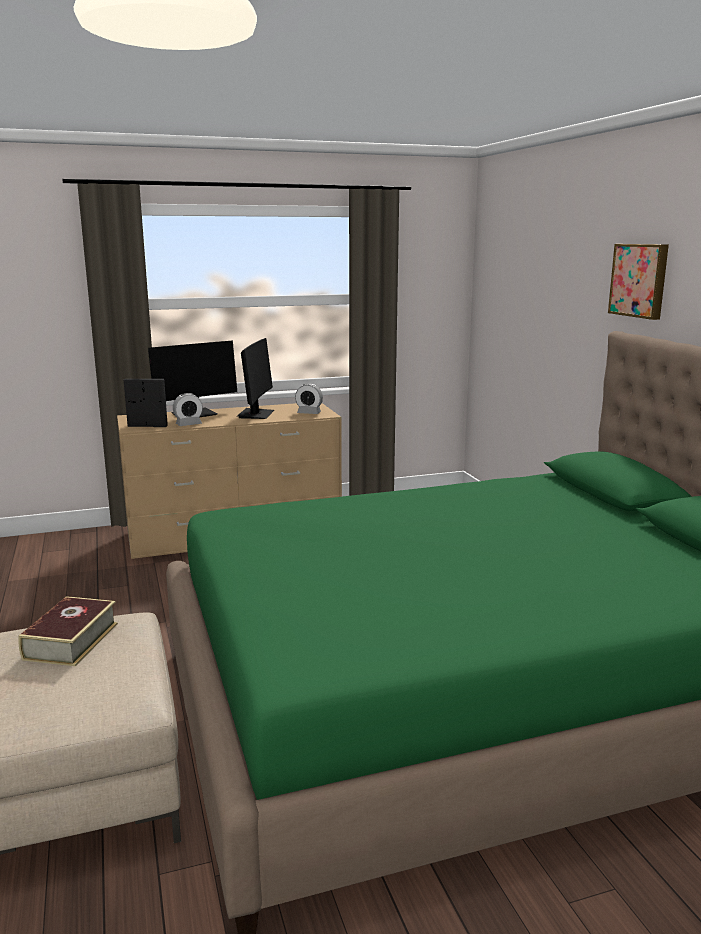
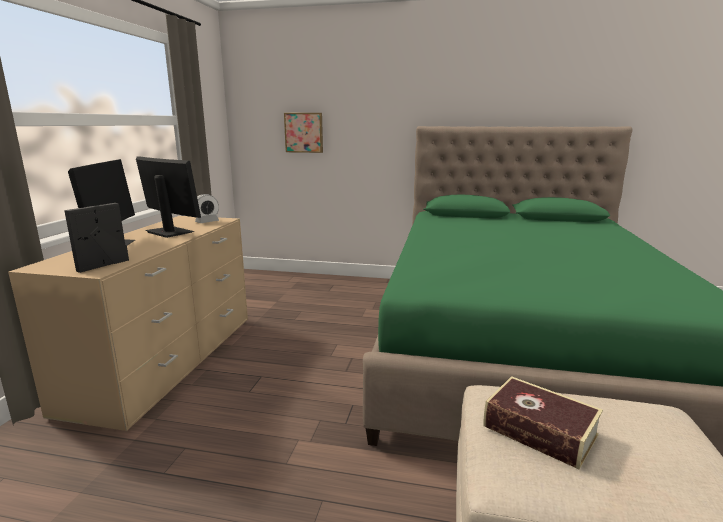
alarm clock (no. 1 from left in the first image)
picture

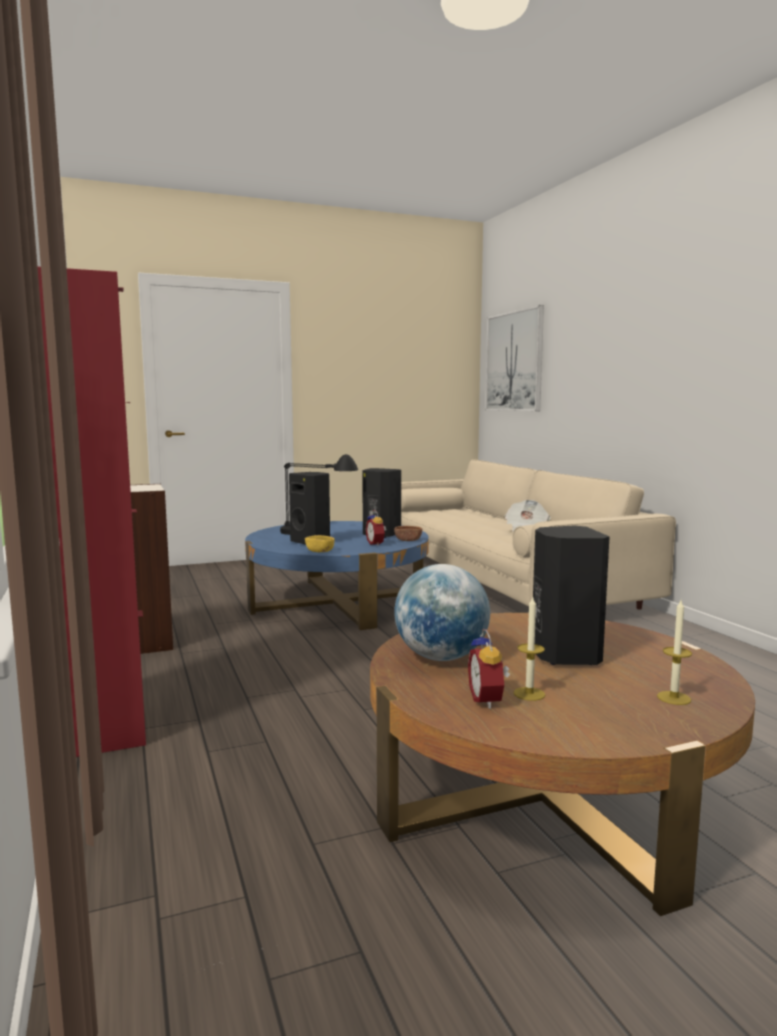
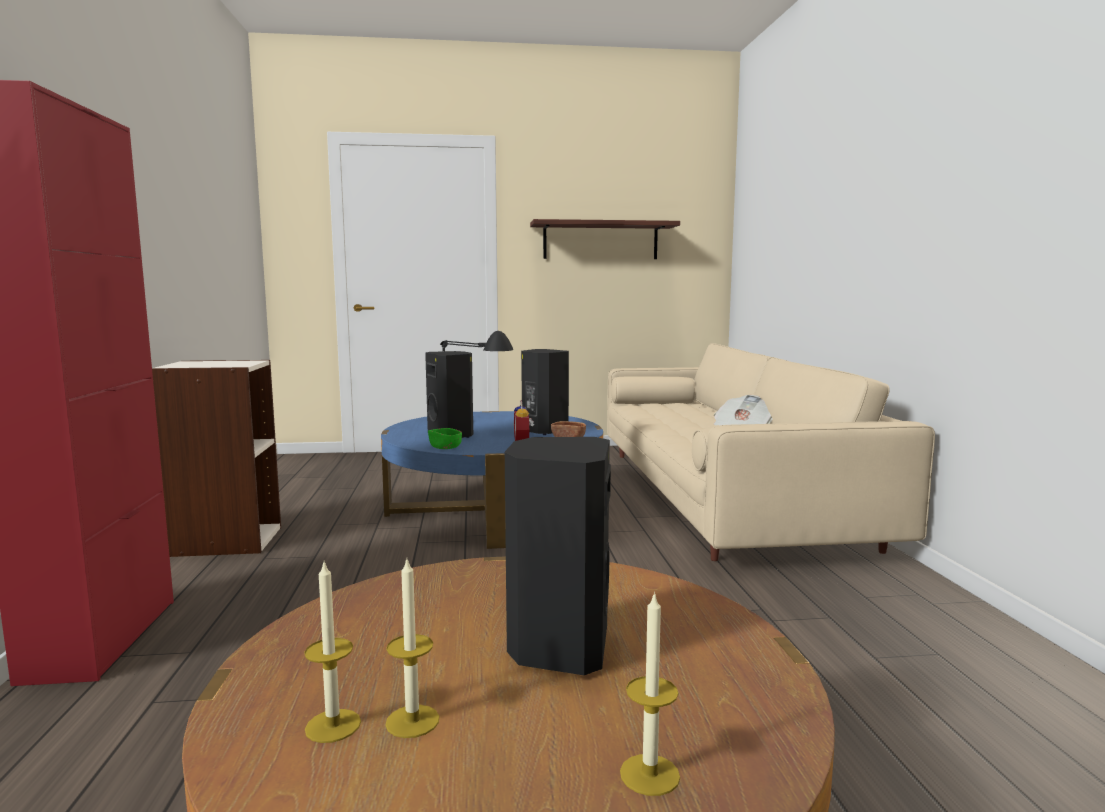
green bowl
globe
candle (no. 1 from left)
picture
shelf

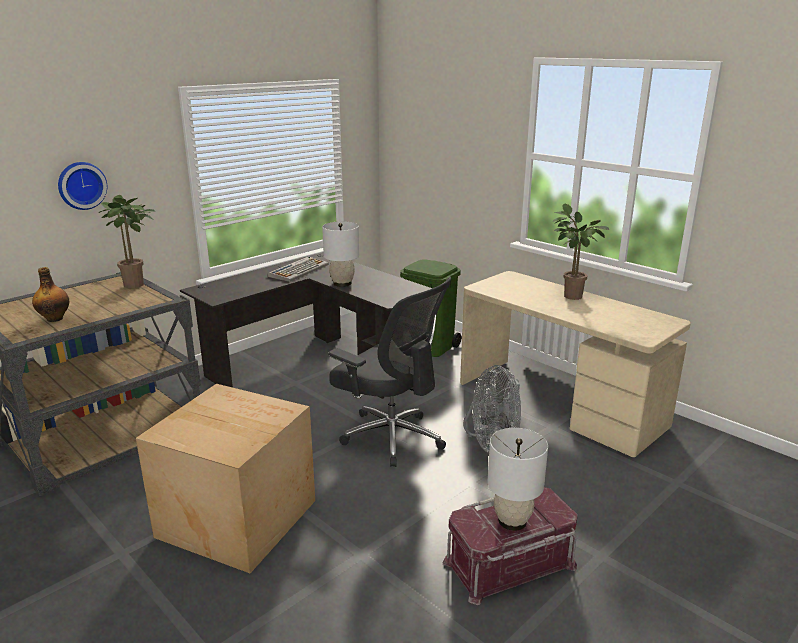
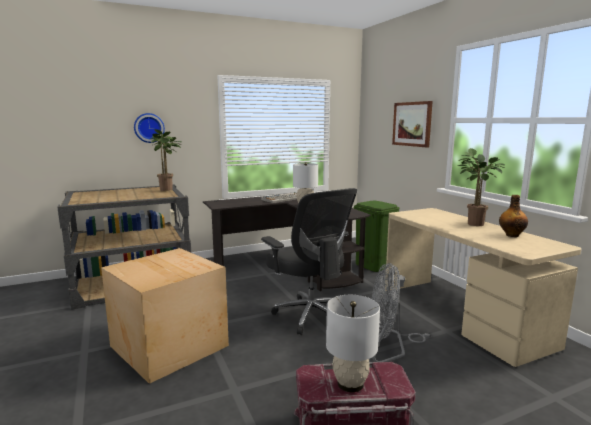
bottle
picture

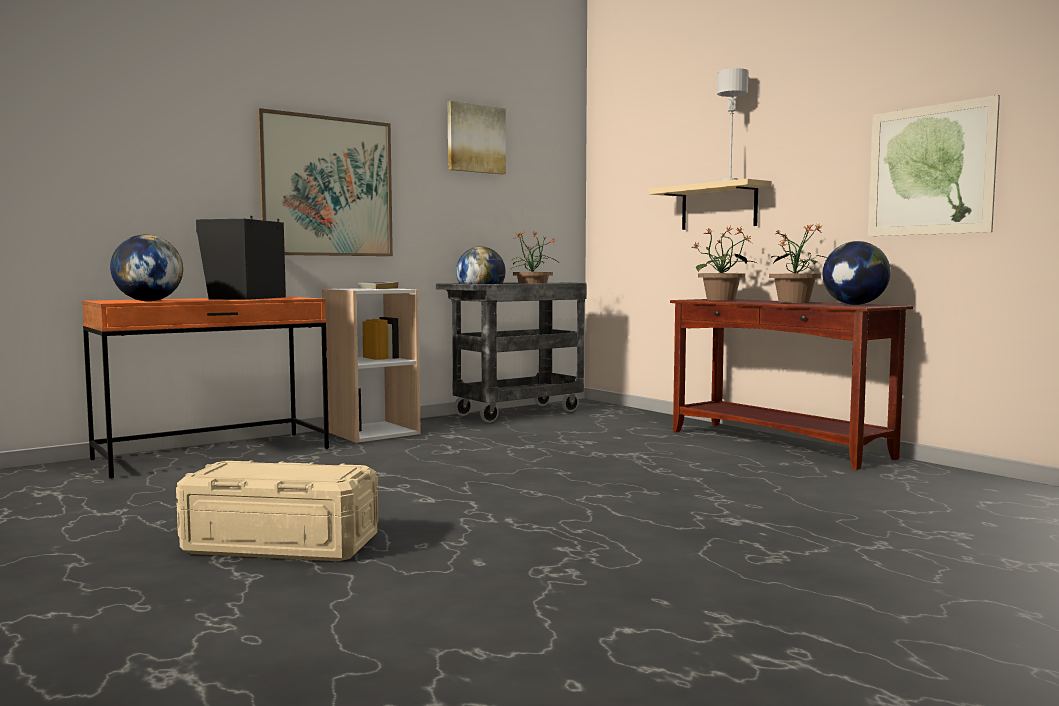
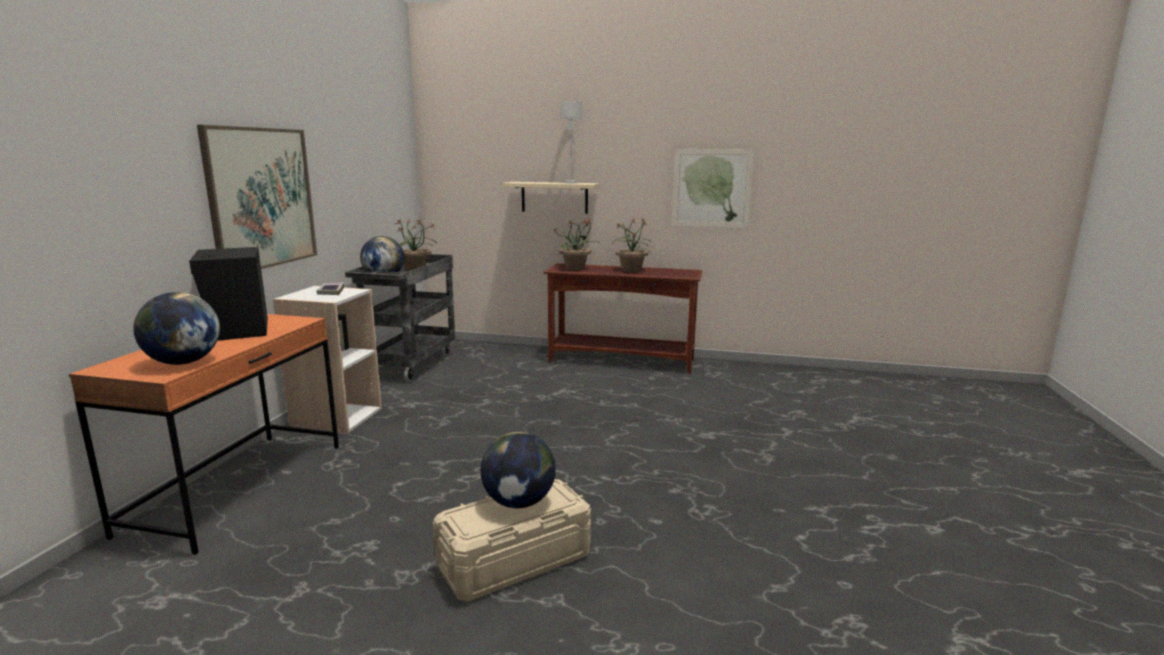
picture (no. 2 from left in the first image)
globe (no. 3 from left)

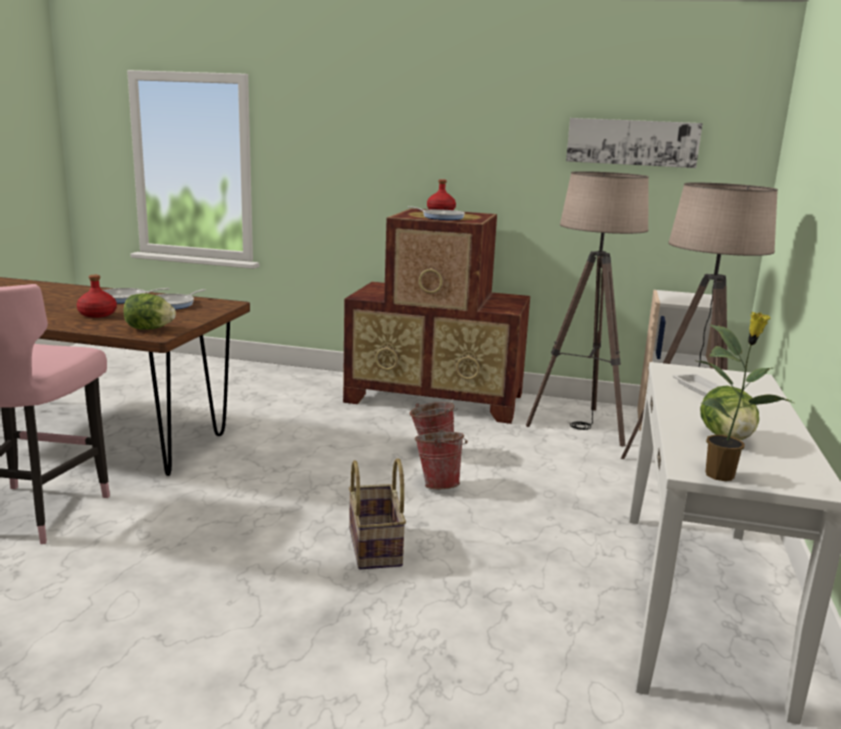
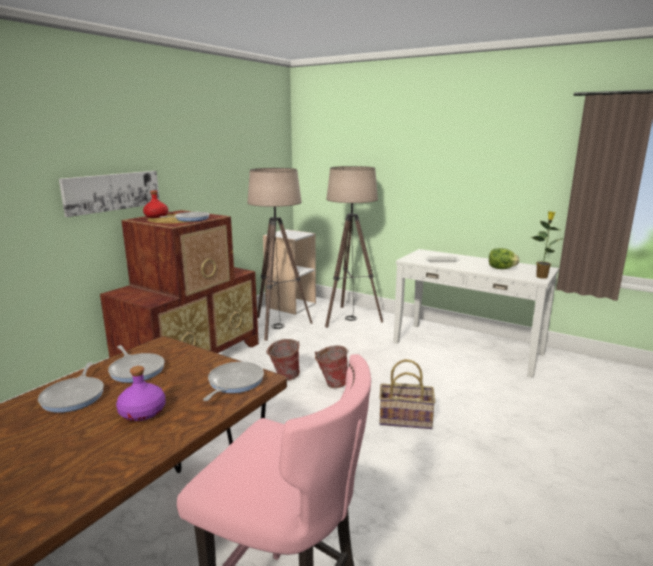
purple bottle
frying pan (no. 4 from left)
picture

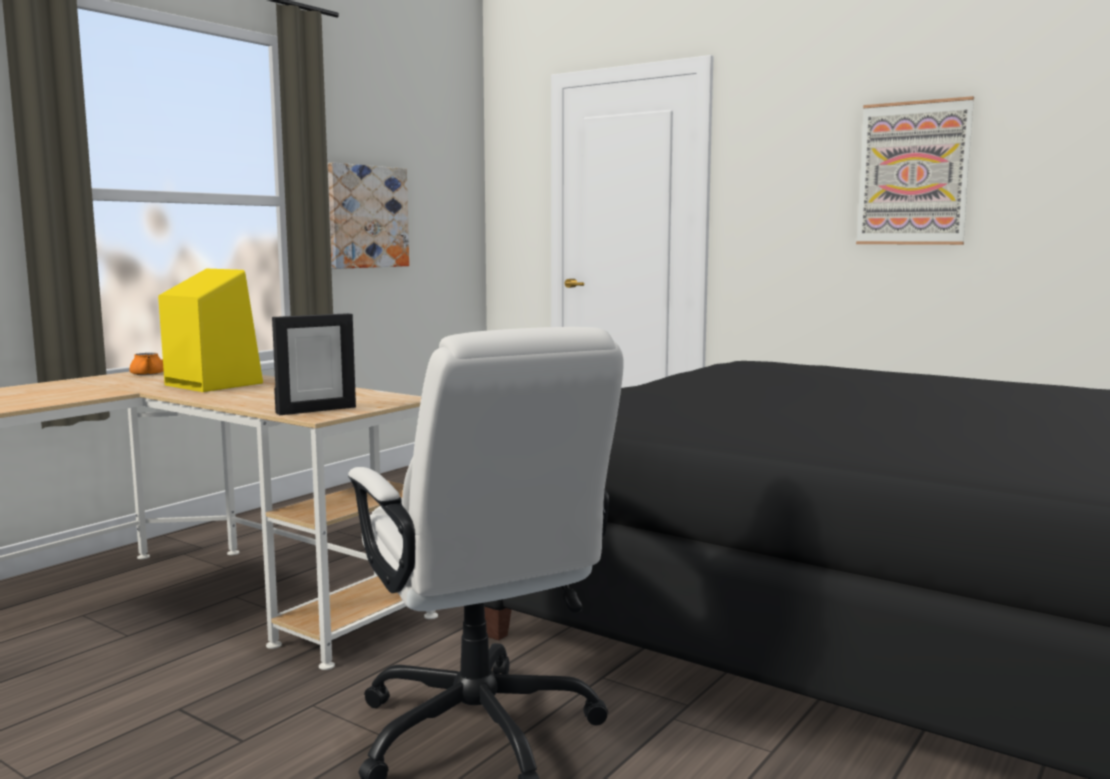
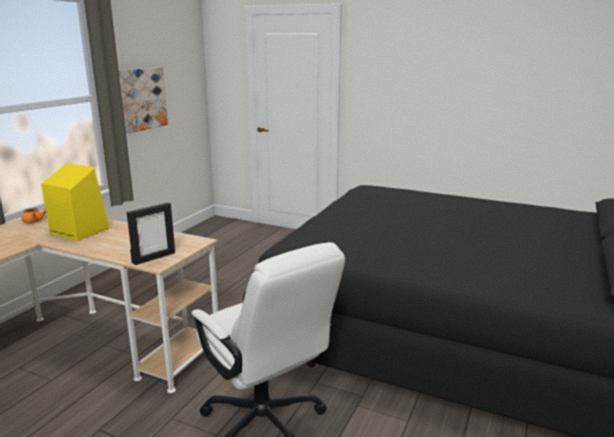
picture (no. 2 from left in the first image)

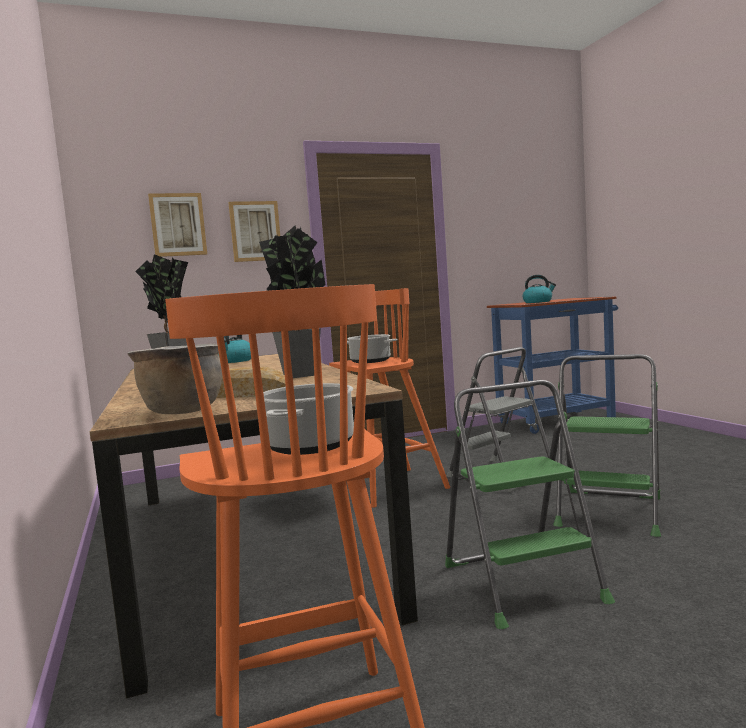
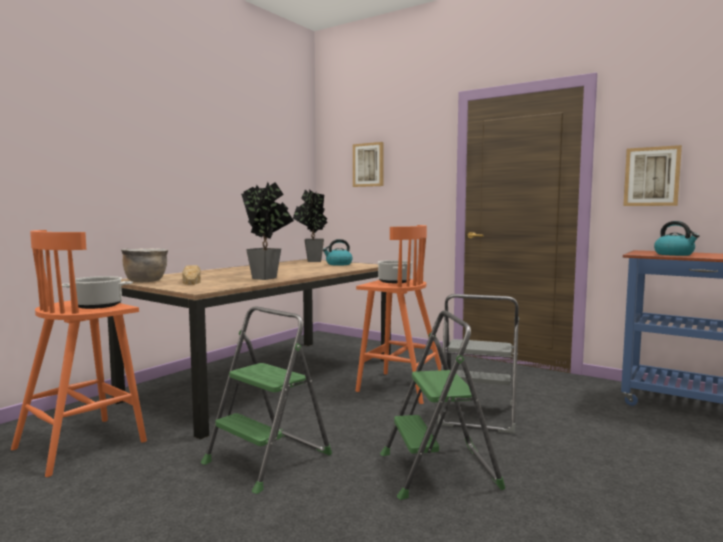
picture (no. 2 from left)

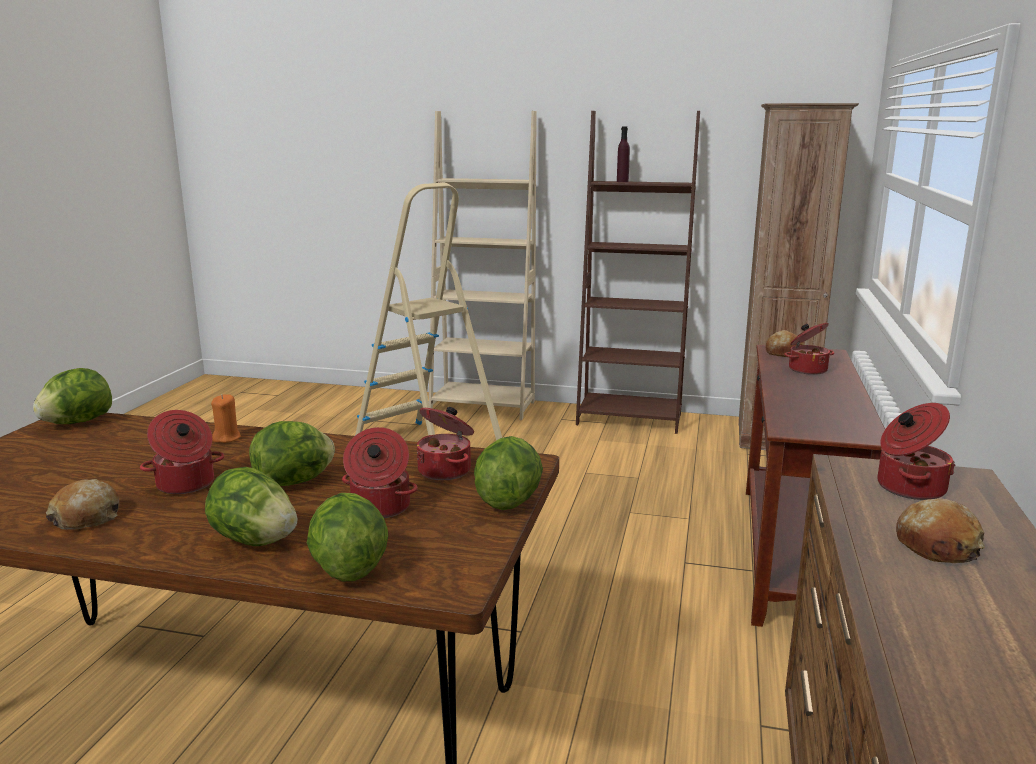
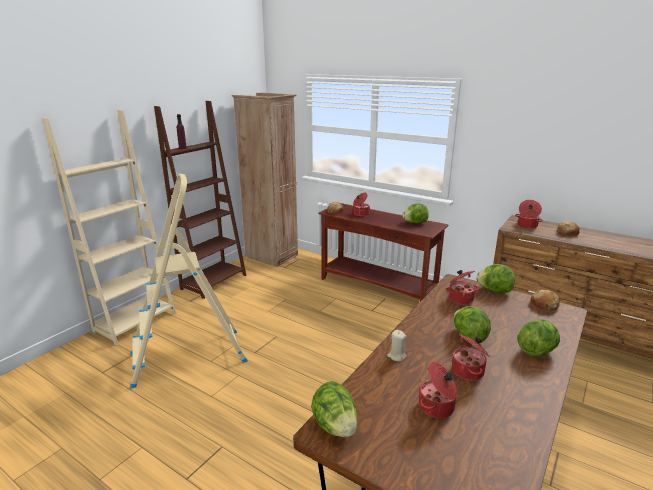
bread (no. 2 from left)
beige candle
lettuce (no. 2 from left)
cooking pot (no. 2 from left)

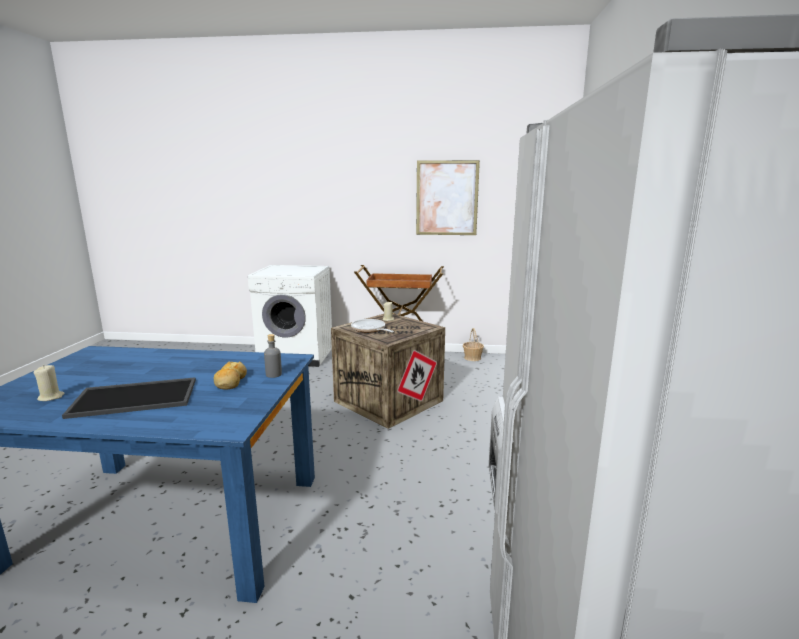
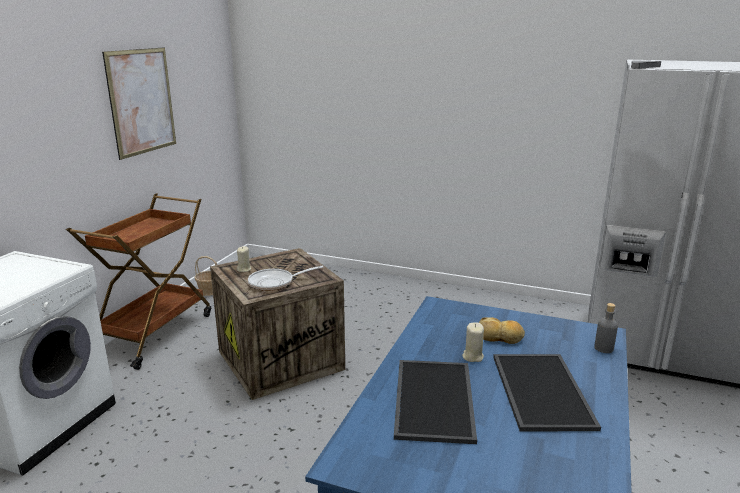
beige candle (no. 2 from left)
grey bottle
tray (no. 1 from left)

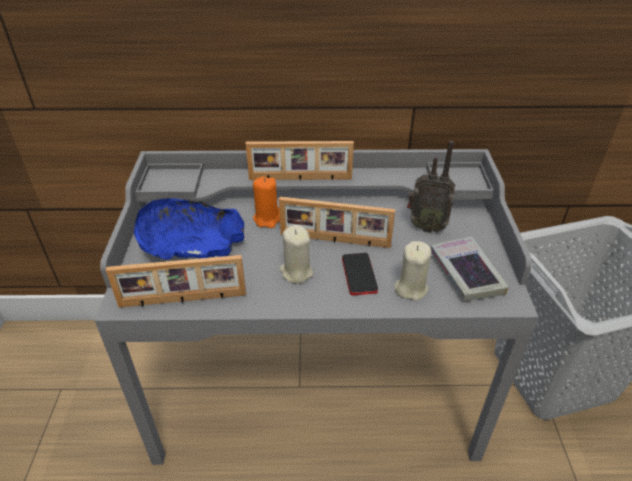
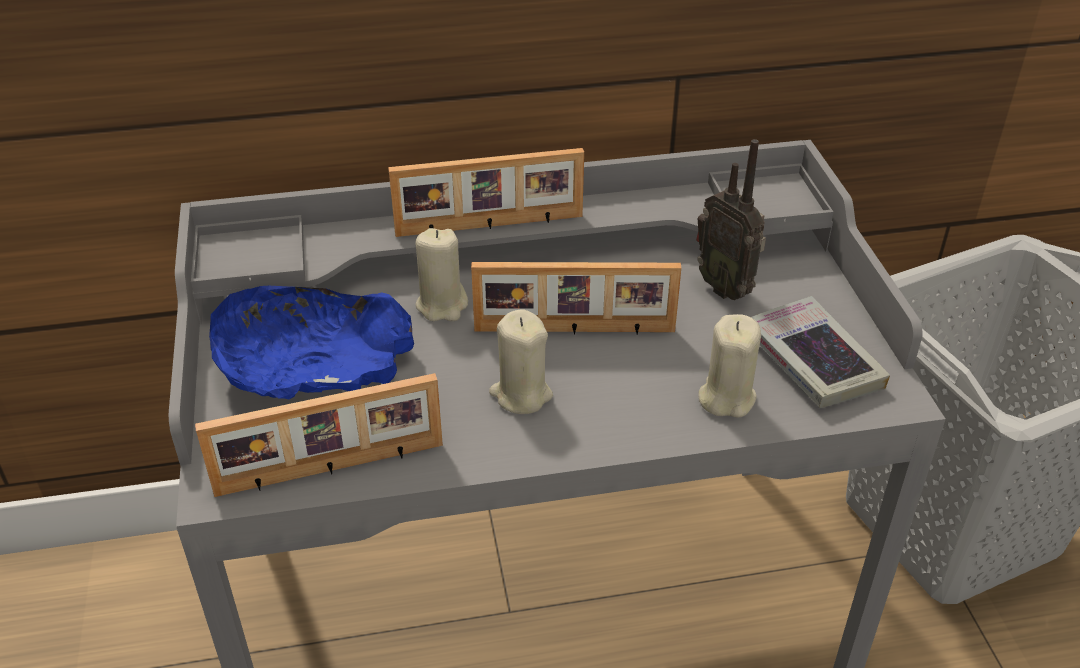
beige candle (no. 1 from left)
phone
radio

